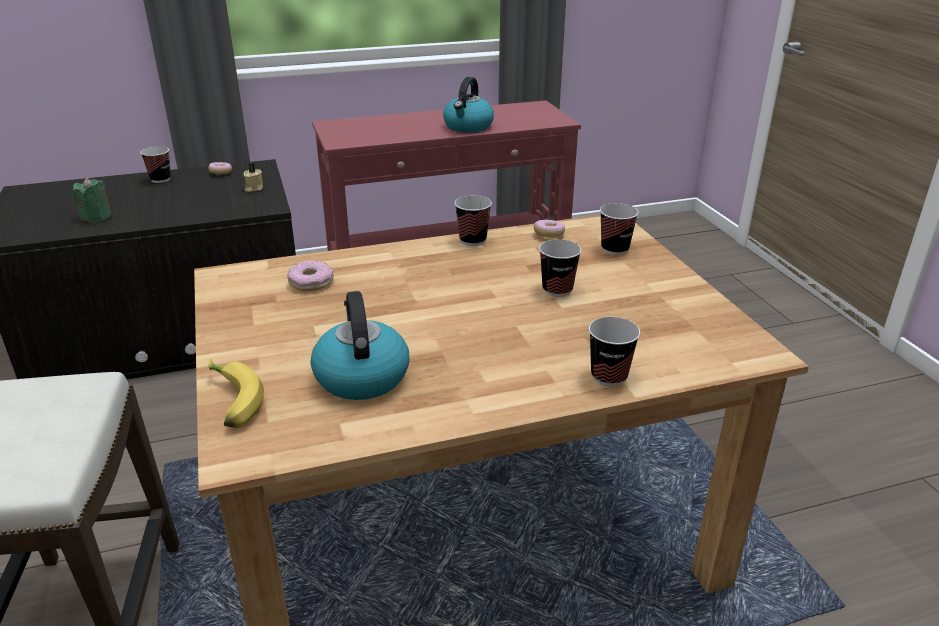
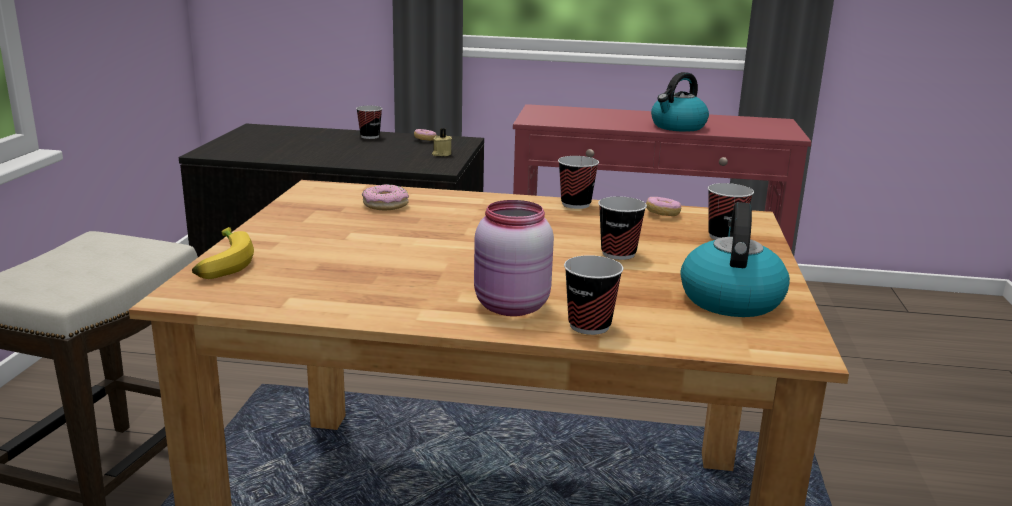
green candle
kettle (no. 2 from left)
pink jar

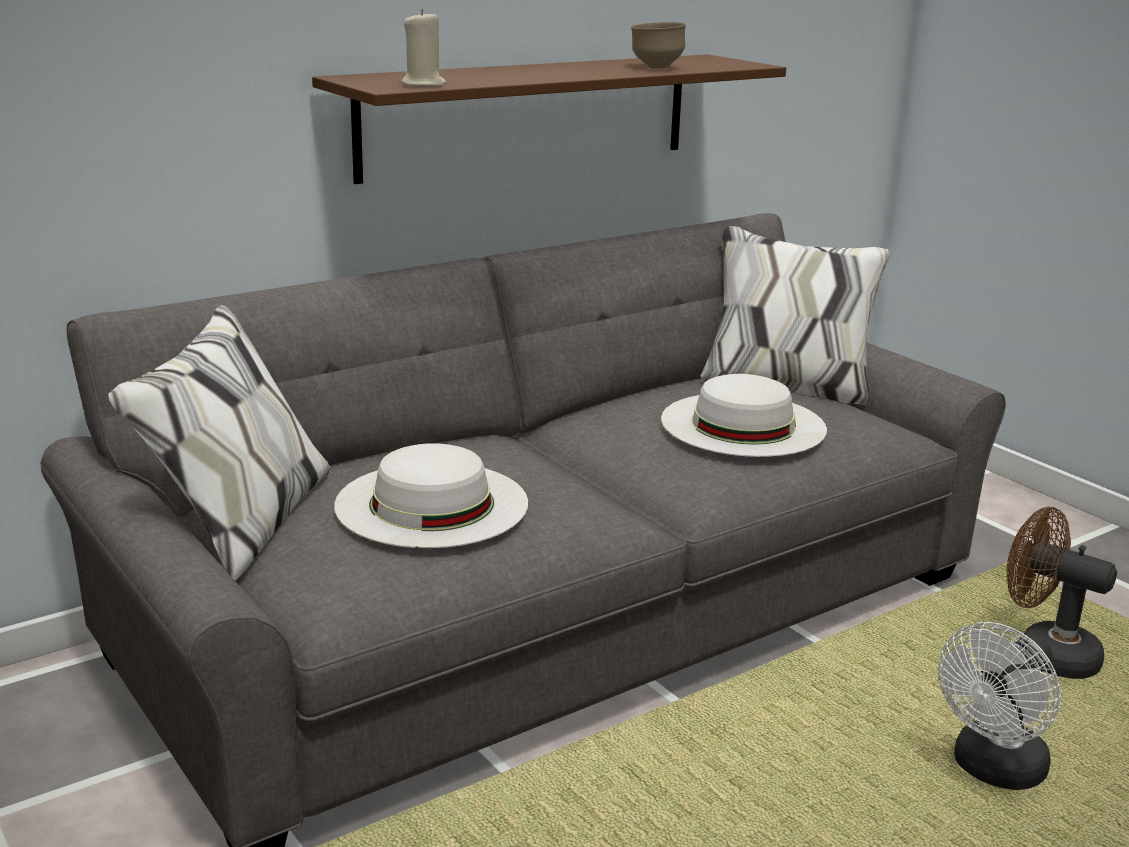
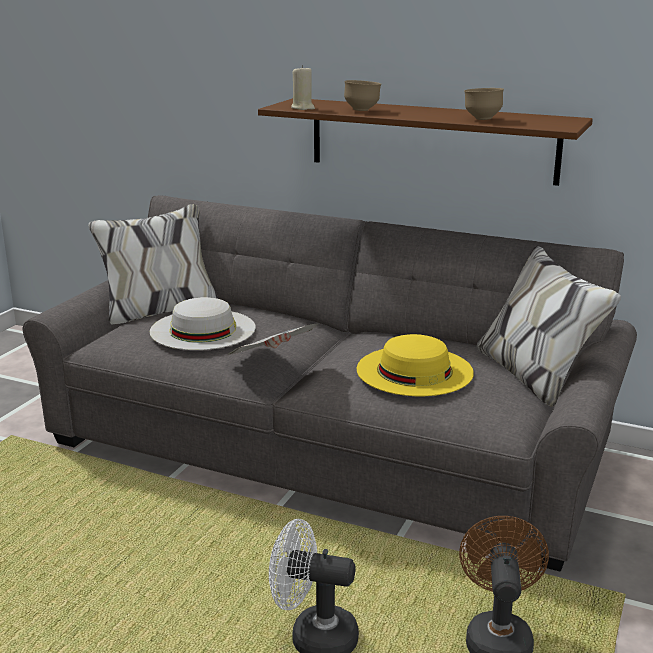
yellow hat
newspaper
brown bowl (no. 1 from left)

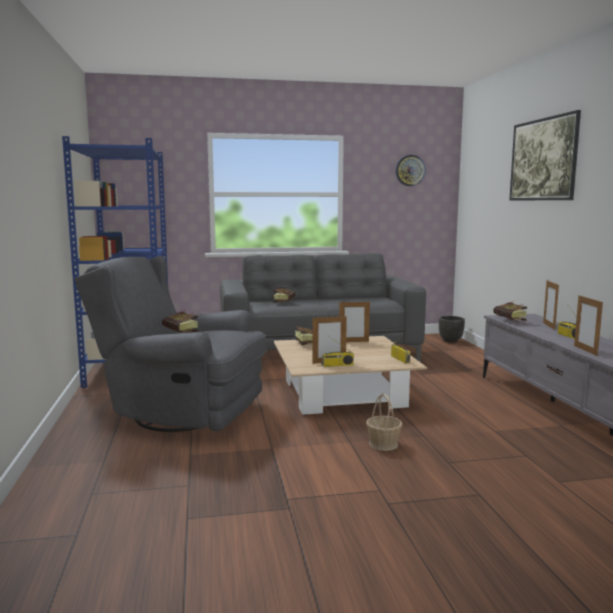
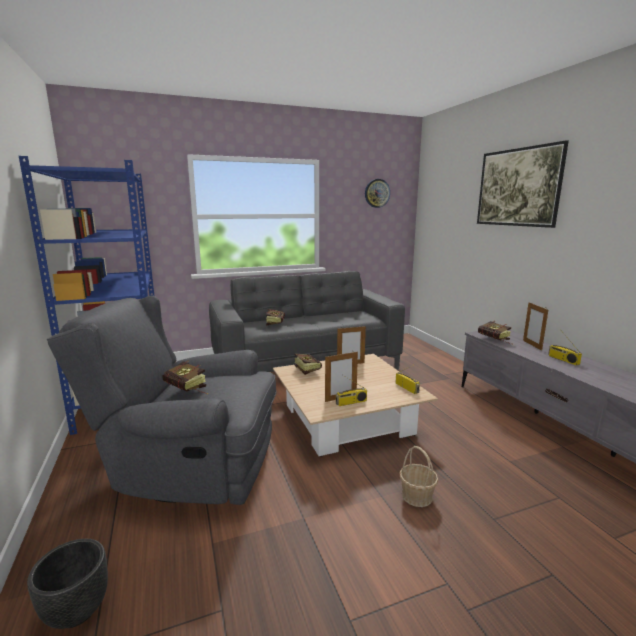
black planter
picture frame (no. 4 from left in the first image)

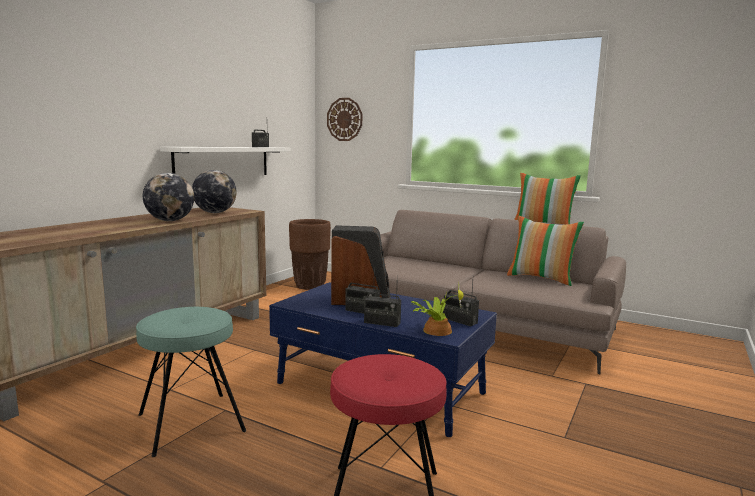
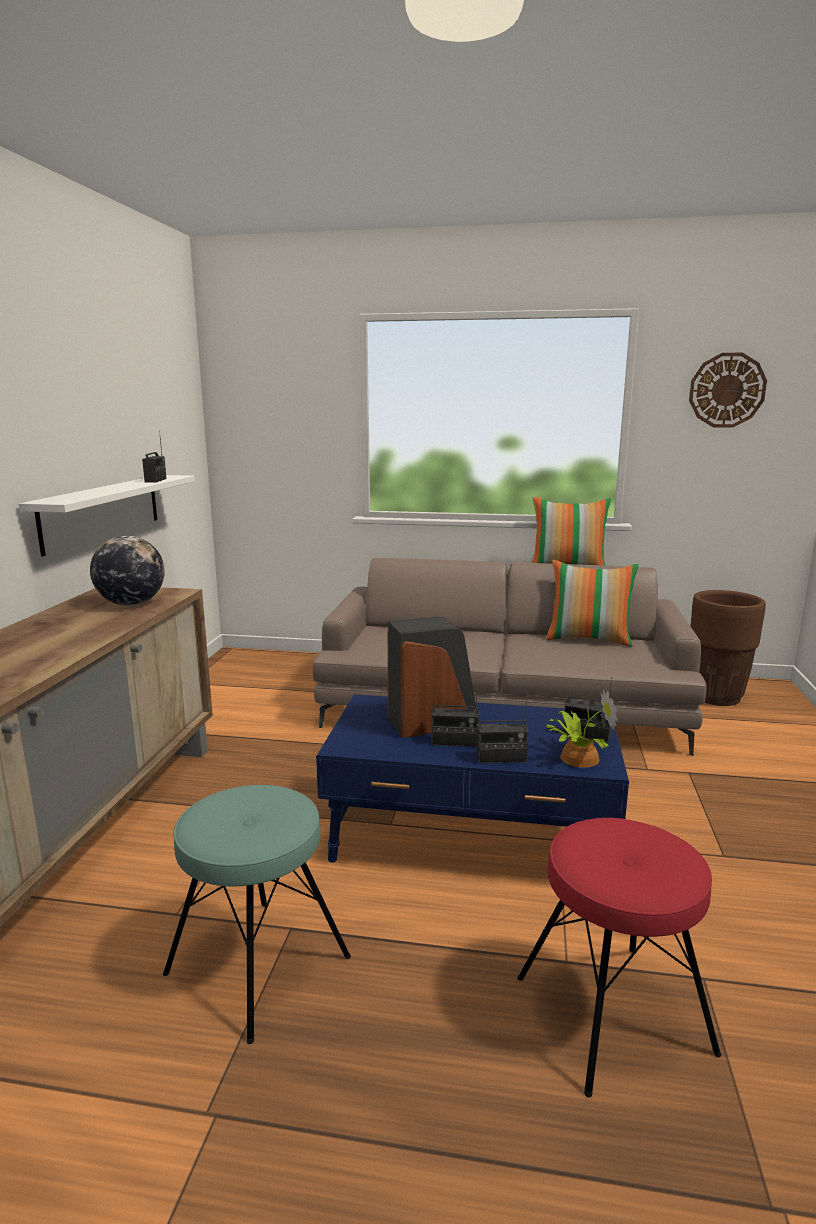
globe (no. 1 from left in the first image)
brown planter
wall clock

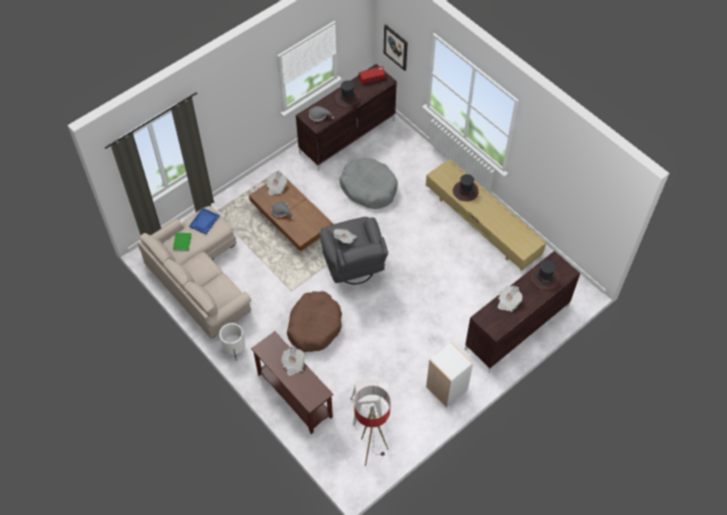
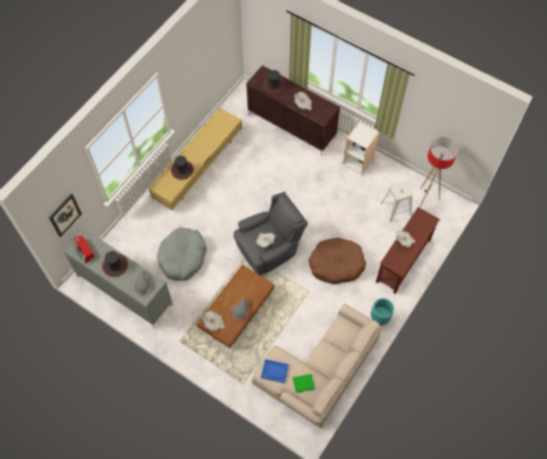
turquoise planter
grey dresser

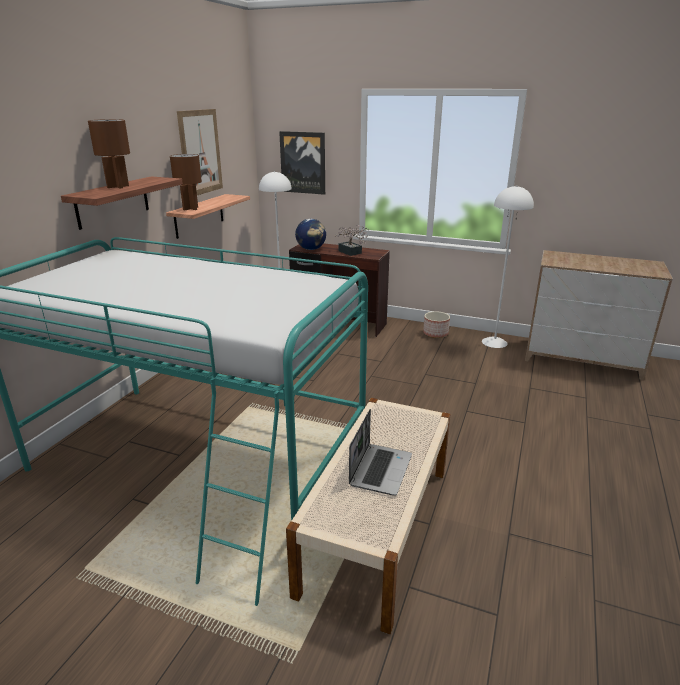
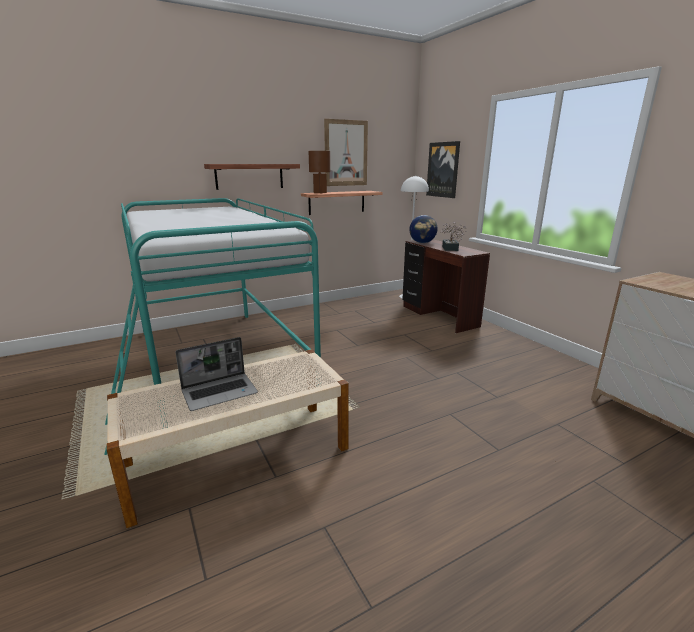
brown table lamp (no. 1 from left in the first image)
planter
white floor lamp (no. 2 from left in the first image)

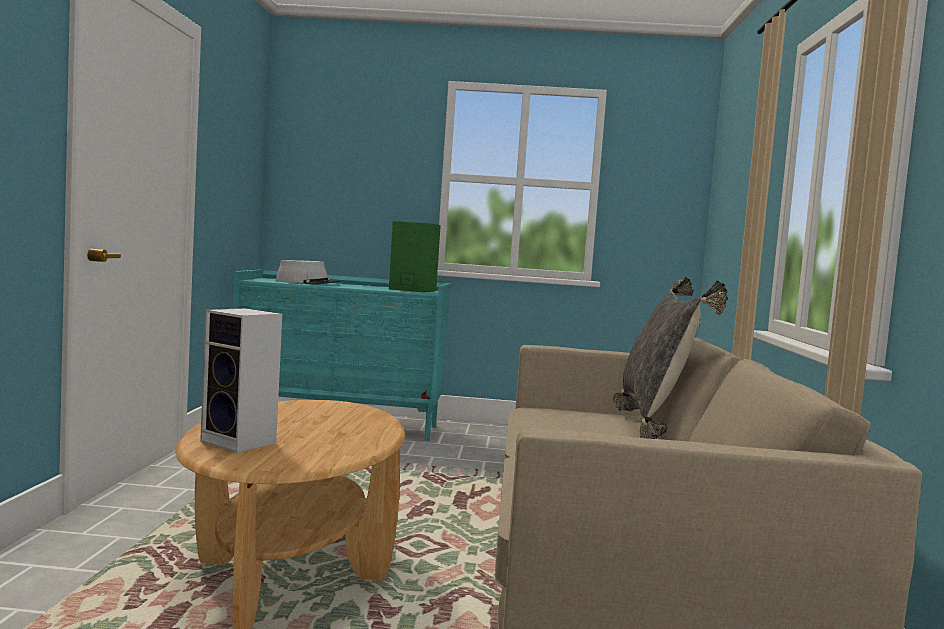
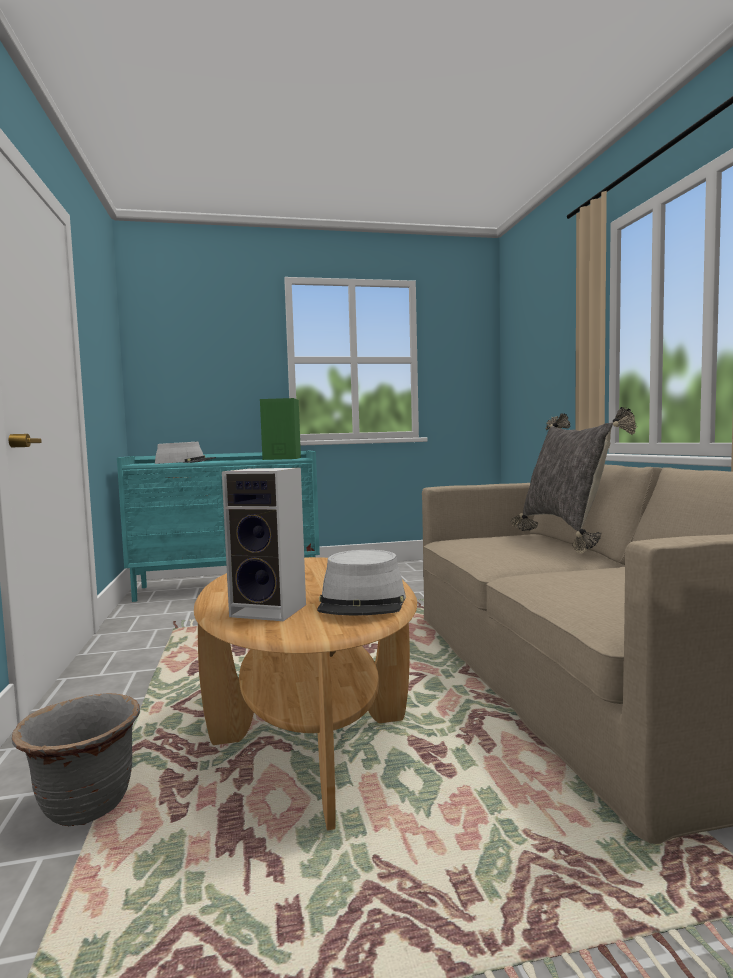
grey planter
grey hat (no. 2 from left)

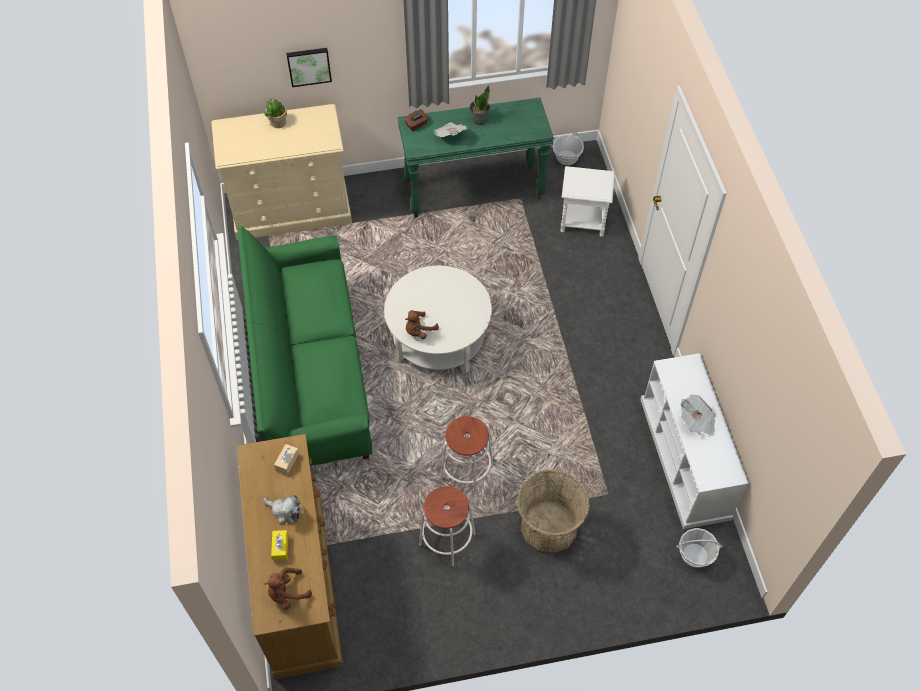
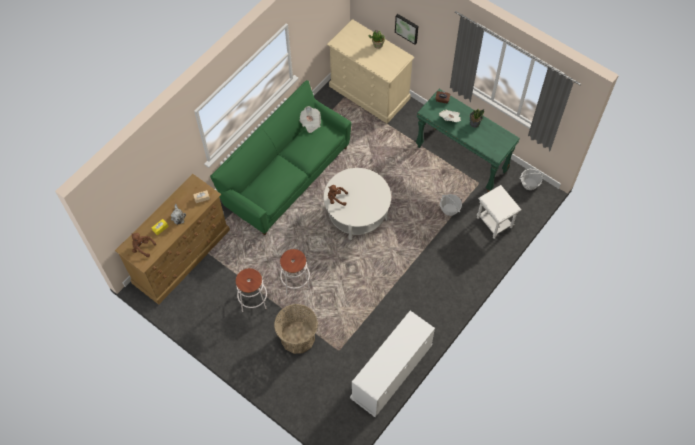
basket (no. 2 from left)
newspaper (no. 1 from left)

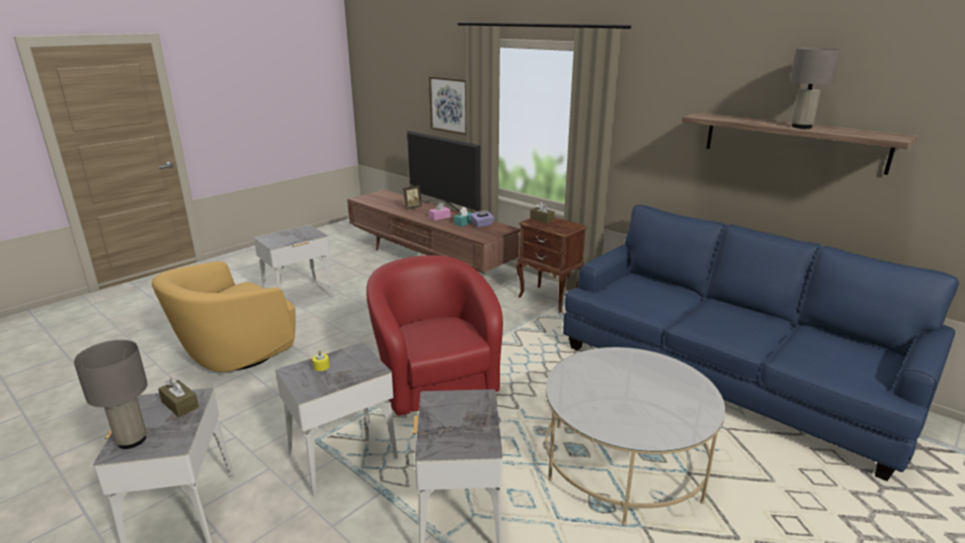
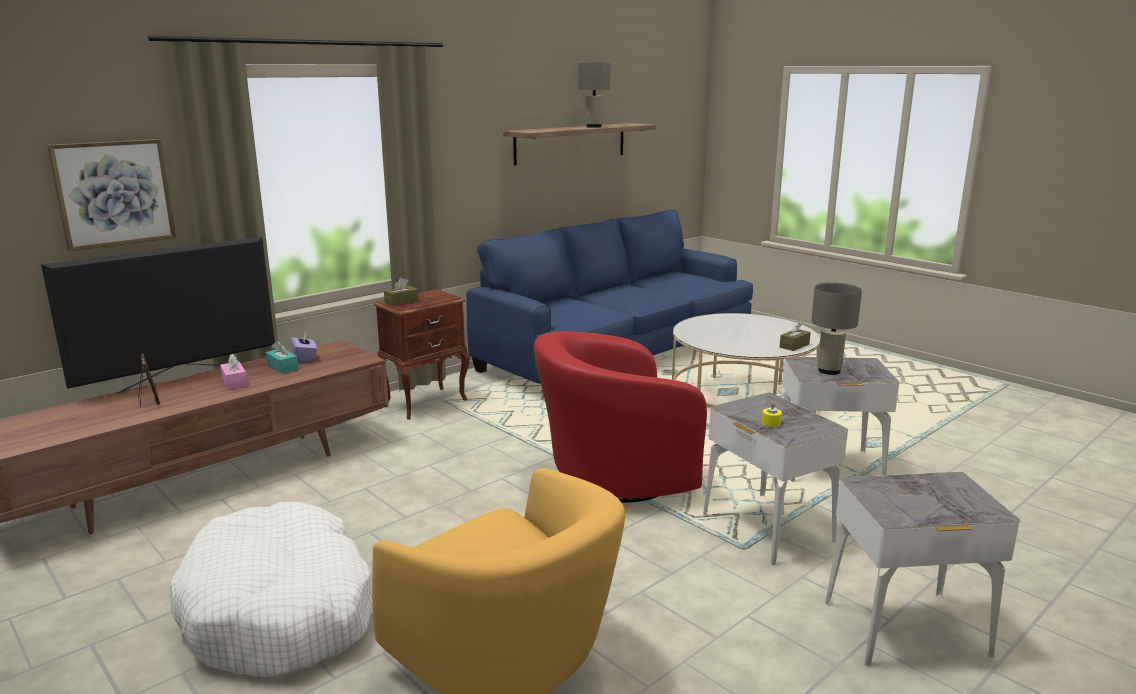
grey table lamp (no. 2 from left)
brown tissue box (no. 2 from left)
white dog bed

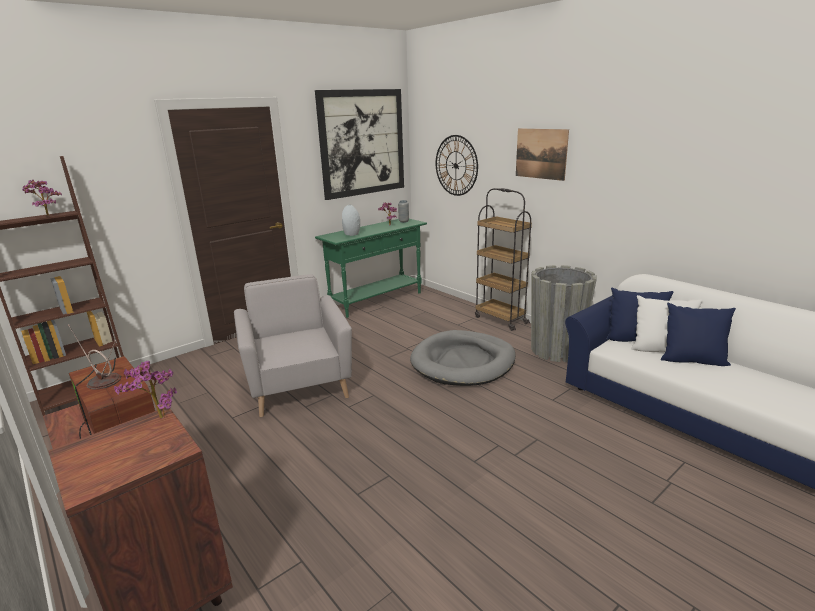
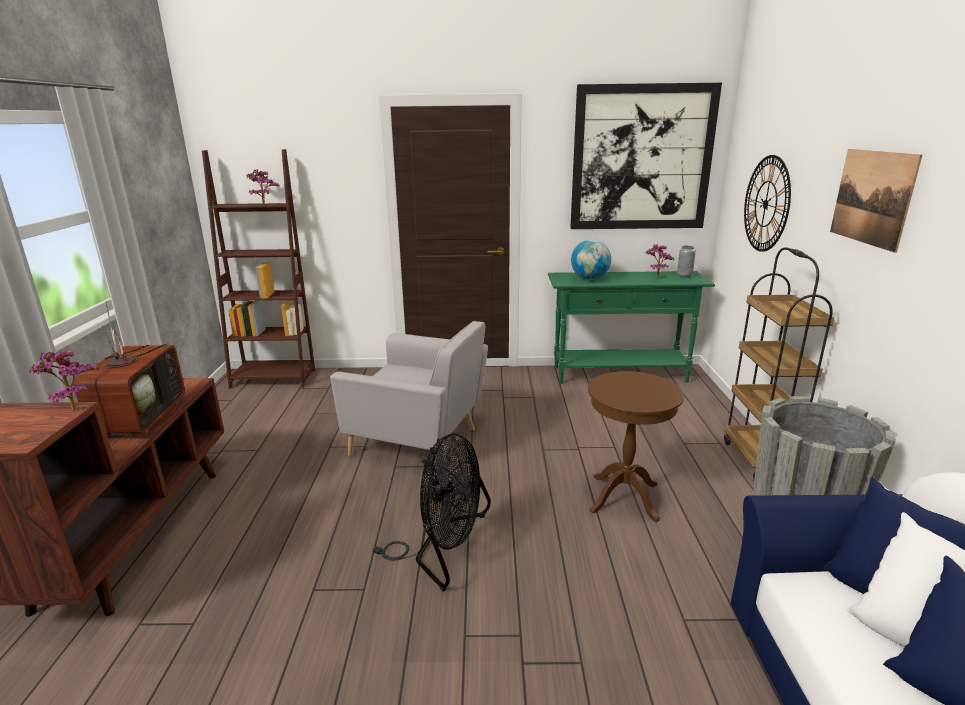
grey armchair
globe
brown side table
black fan

